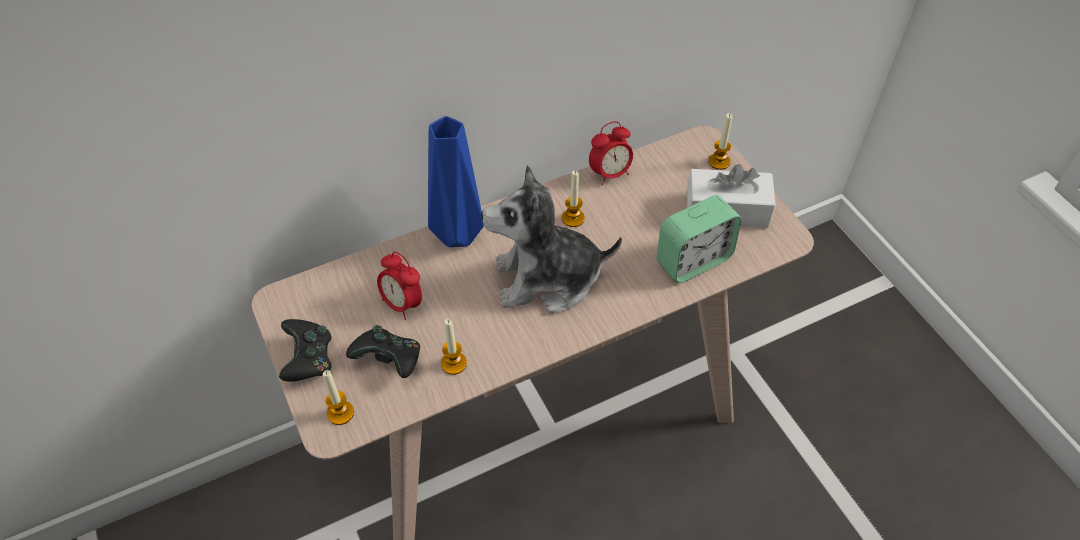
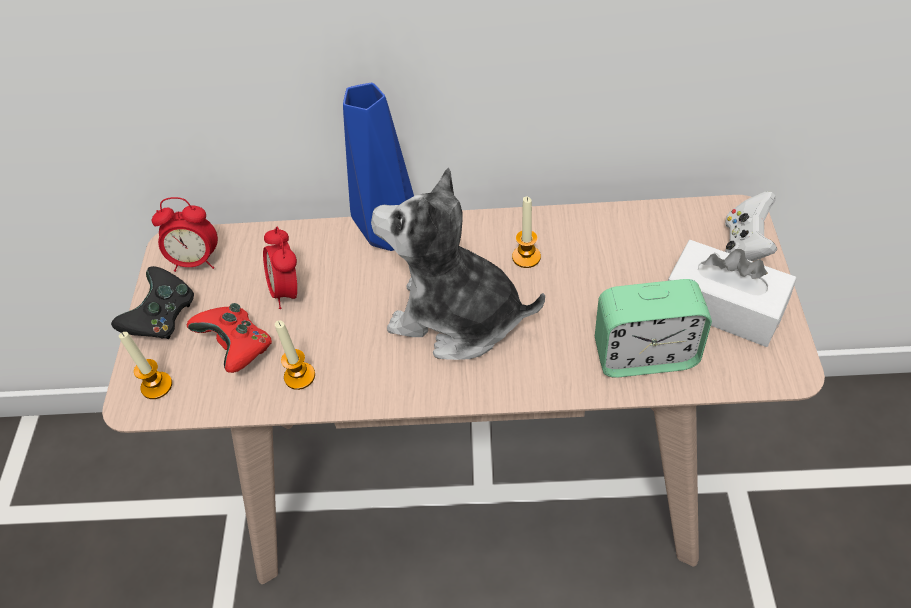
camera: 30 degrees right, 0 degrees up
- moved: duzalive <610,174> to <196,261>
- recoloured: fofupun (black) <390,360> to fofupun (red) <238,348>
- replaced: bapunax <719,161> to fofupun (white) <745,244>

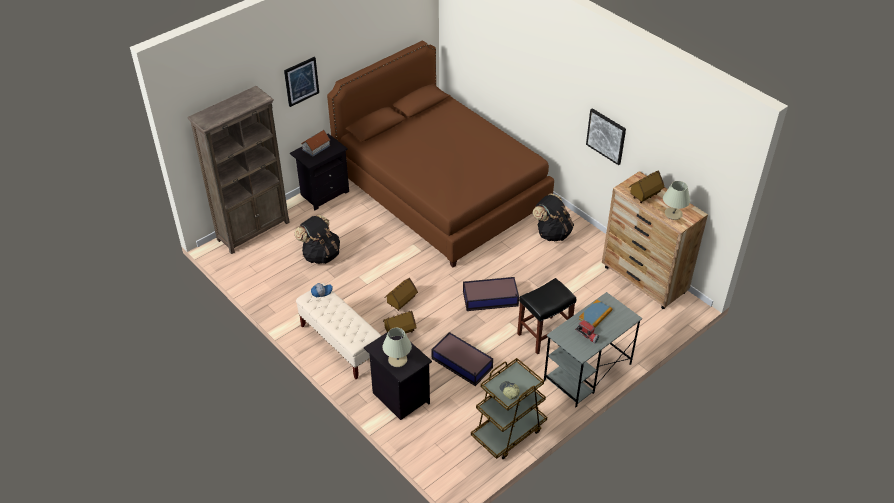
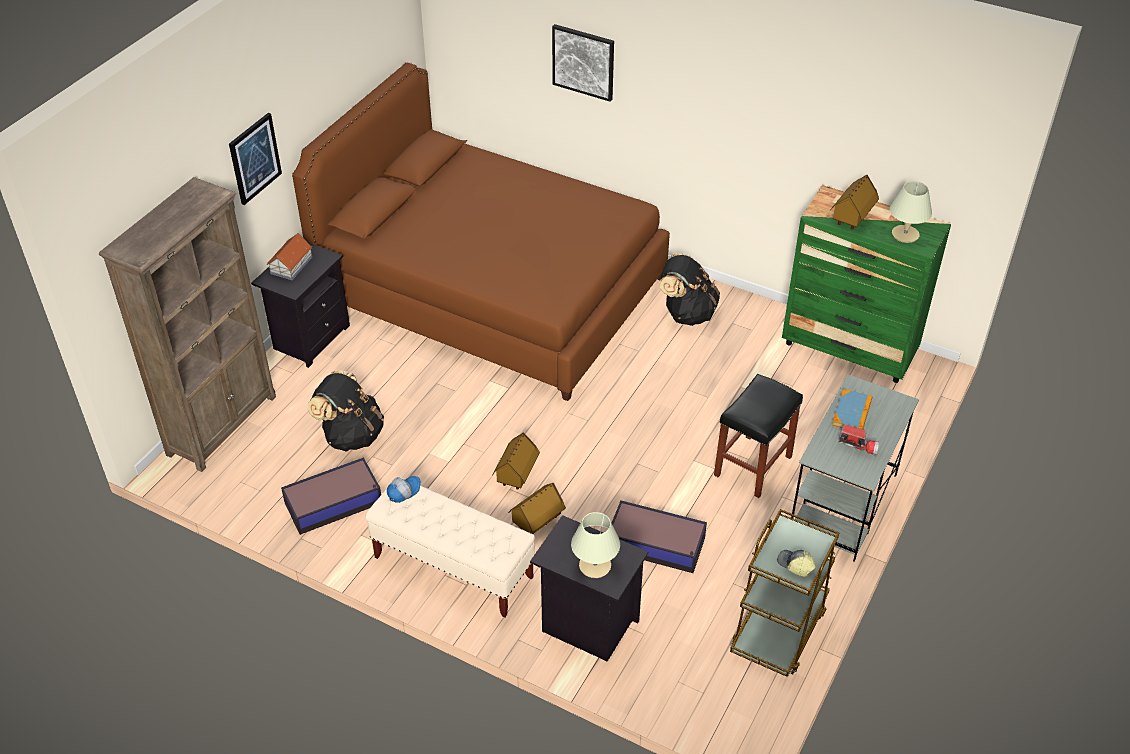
camera: 20 degrees left, 0 degrees up
- moved: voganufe <491,299> to <335,503>
- moved: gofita <606,136> to <583,62>
- recoloured: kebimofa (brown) <644,280> to kebimofa (green) <850,348>

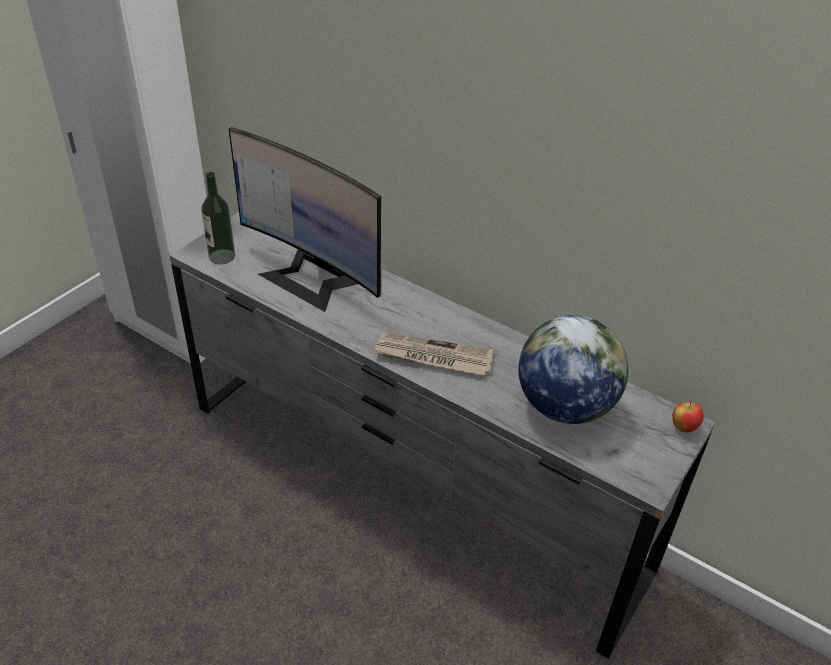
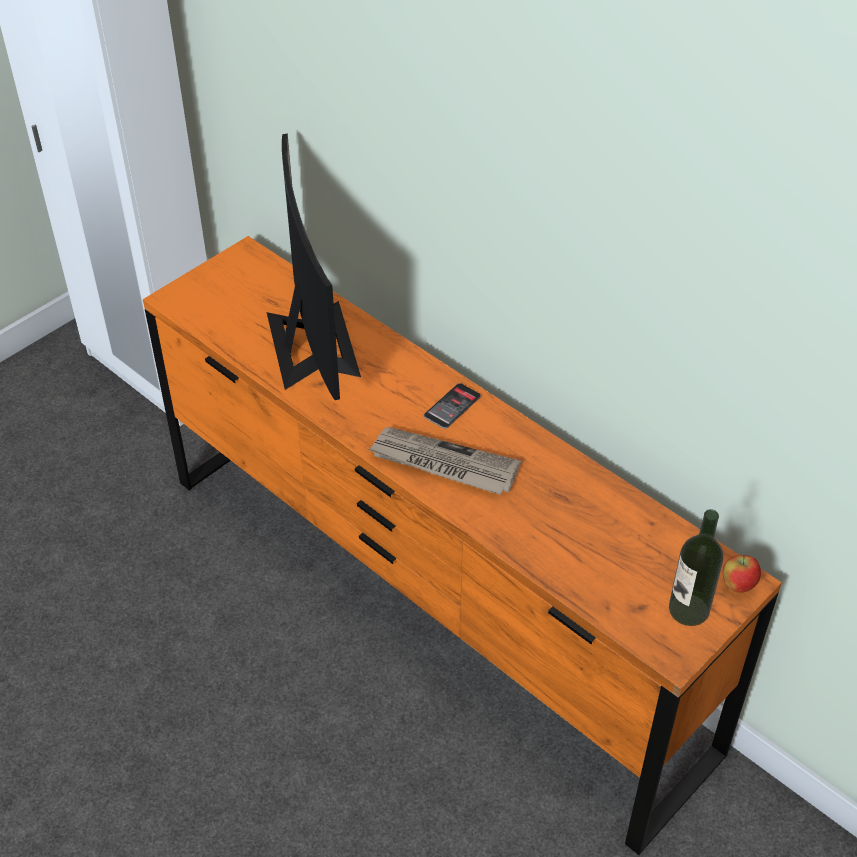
camera: 10 degrees right, 5 degrees up
- recoloured: kebimofa (grey) <409,485> to kebimofa (orange) <429,609>
- turned: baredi <311,278> = <312,343> 150 degrees counterclockwise
- added: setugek <452,406>
- moved: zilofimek <222,256> to <688,609>
- removed: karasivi <564,406>

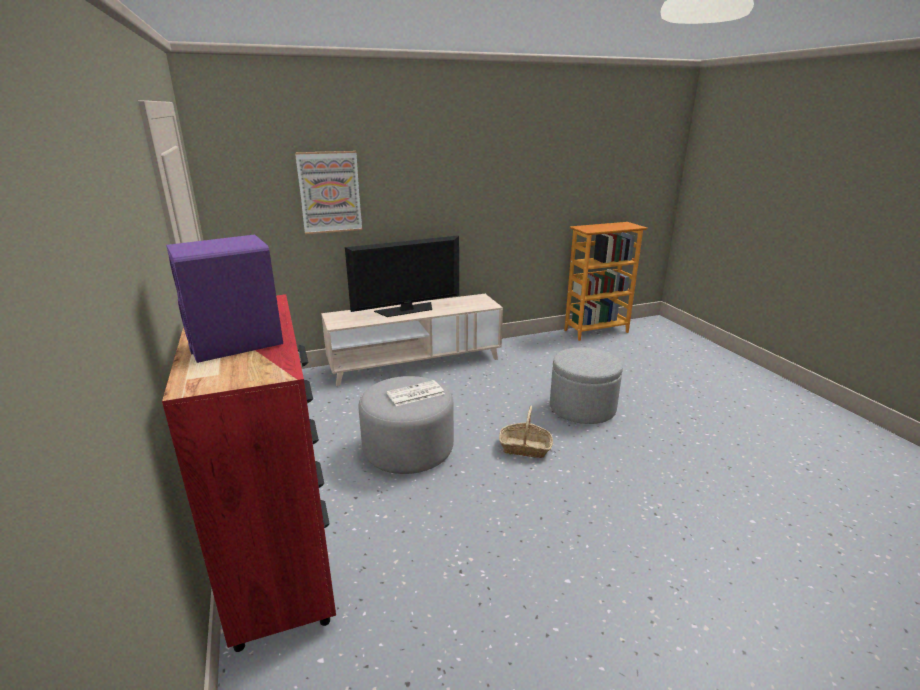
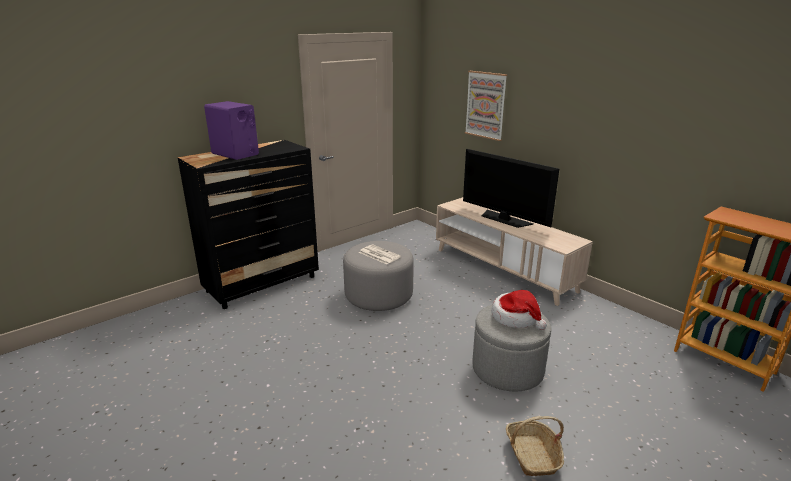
camera: 70 degrees right, 0 degrees up
- recoloured: kebimofa (red) <280,559> to kebimofa (black) <263,284>
- added: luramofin <516,317>
- moved: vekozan <525,447> to <532,455>

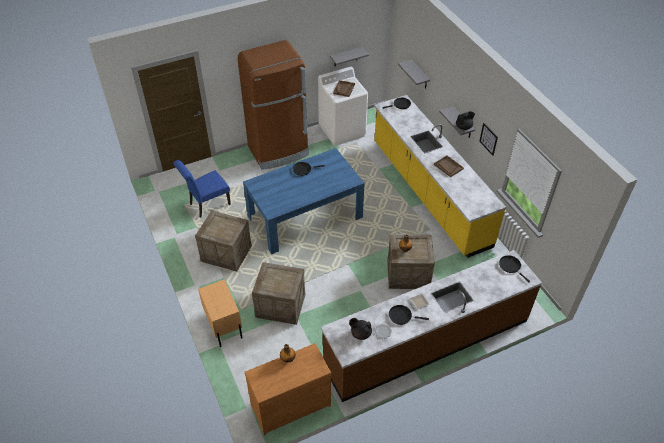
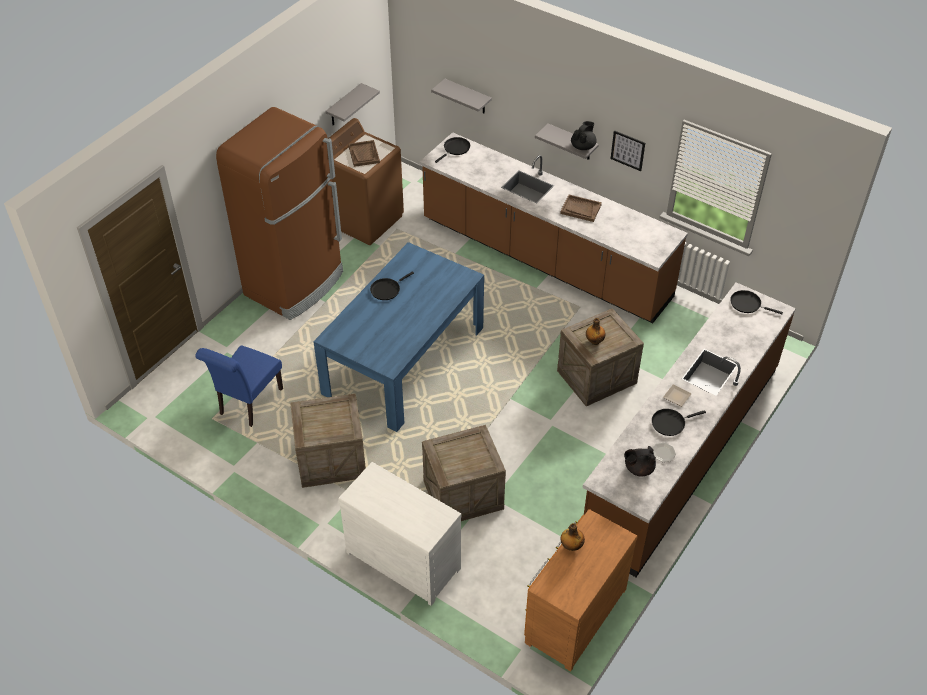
camera: 30 degrees left, 0 degrees up
- recoloured: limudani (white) <342,130> to limudani (brown) <365,219>
- replaced: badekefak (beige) <223,324> to kebimofa (white) <404,557>
- recoloured: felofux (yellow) <429,193> to felofux (brown) <544,259>

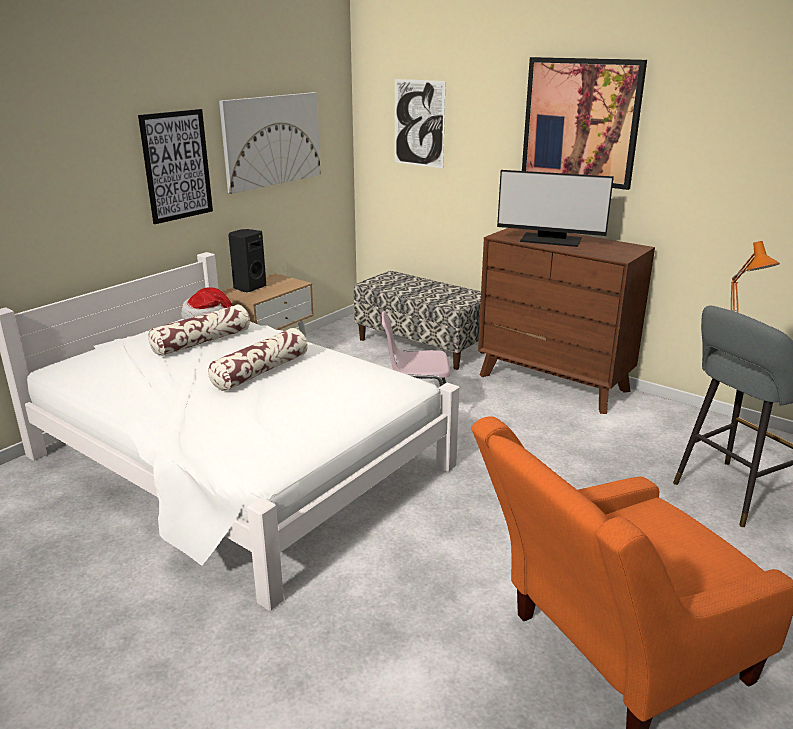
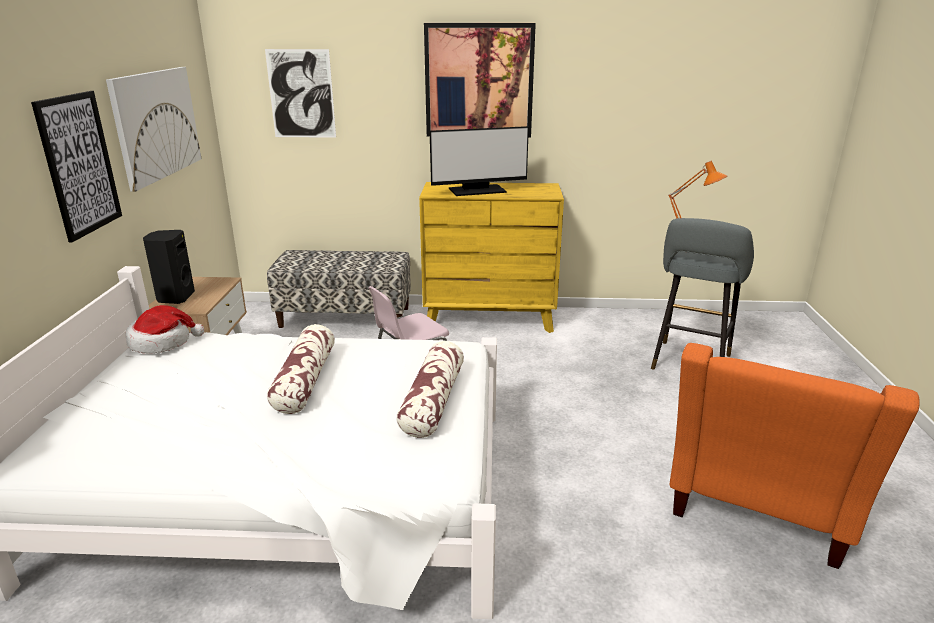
camera: 35 degrees left, 0 degrees up
- moved: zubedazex <202,342> to <433,401>
- recoloured: kebimofa (brown) <553,383> to kebimofa (yellow) <489,318>

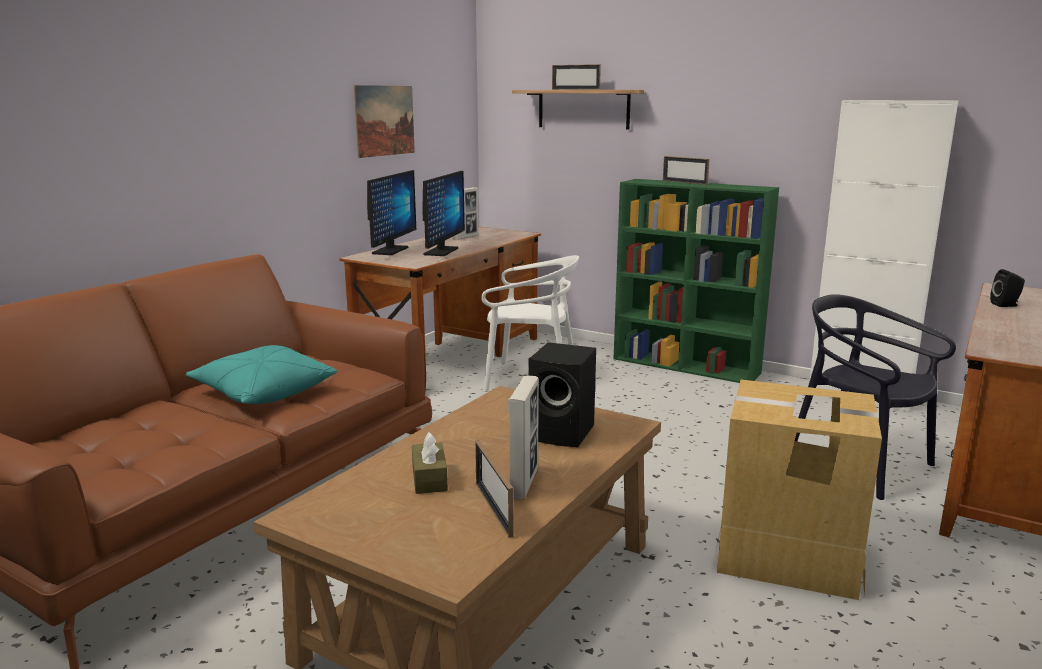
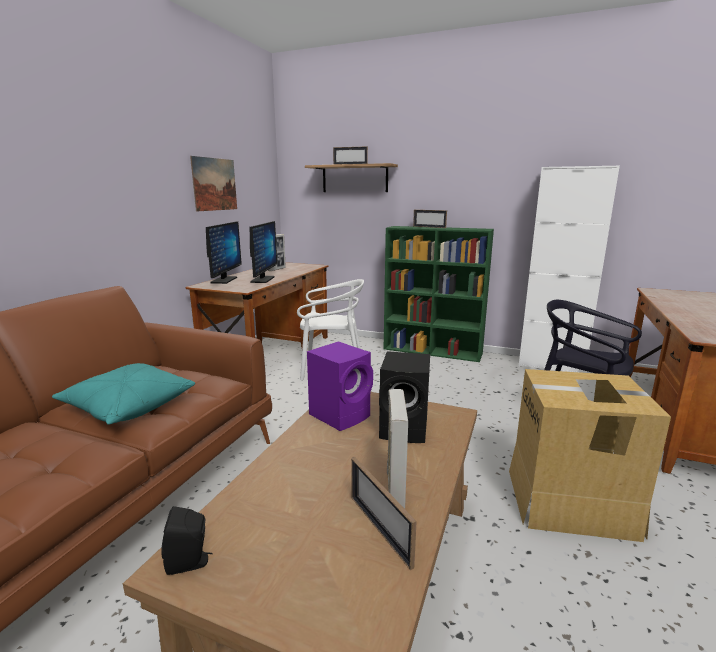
camera: 10 degrees left, 0 degrees up
- moved: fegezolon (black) <1006,305> to <190,563>
- added: fegezolon (purple) <341,415>
- removed: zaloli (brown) <429,479>

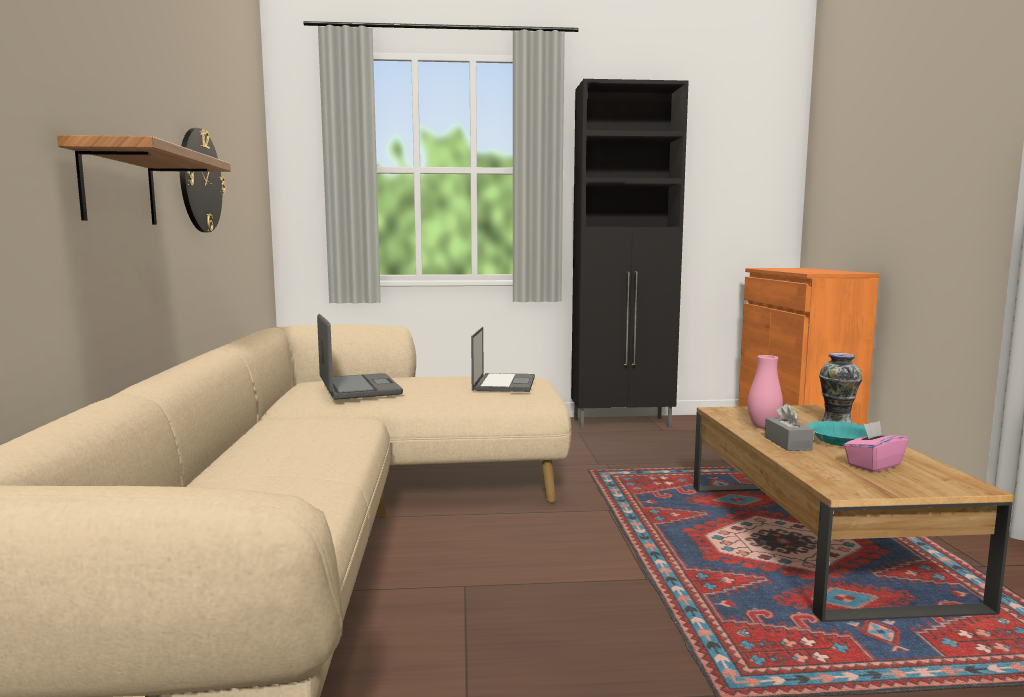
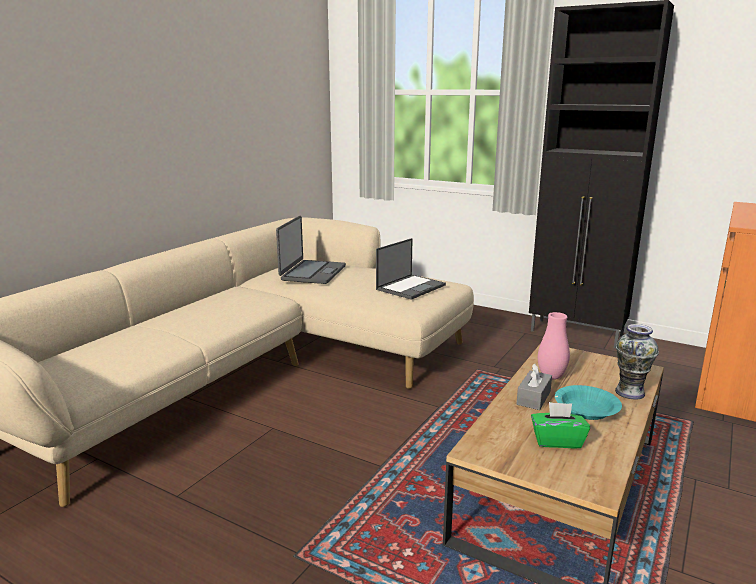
camera: 35 degrees right, 10 degrees up
- recoloured: zaloli (pink) <873,465> to zaloli (green) <557,441>
- removed: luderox <118,187>
- removed: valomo <200,181>

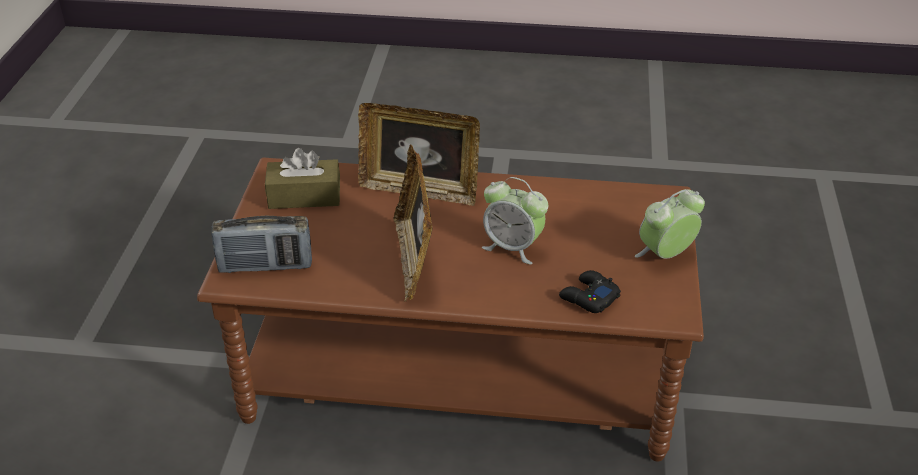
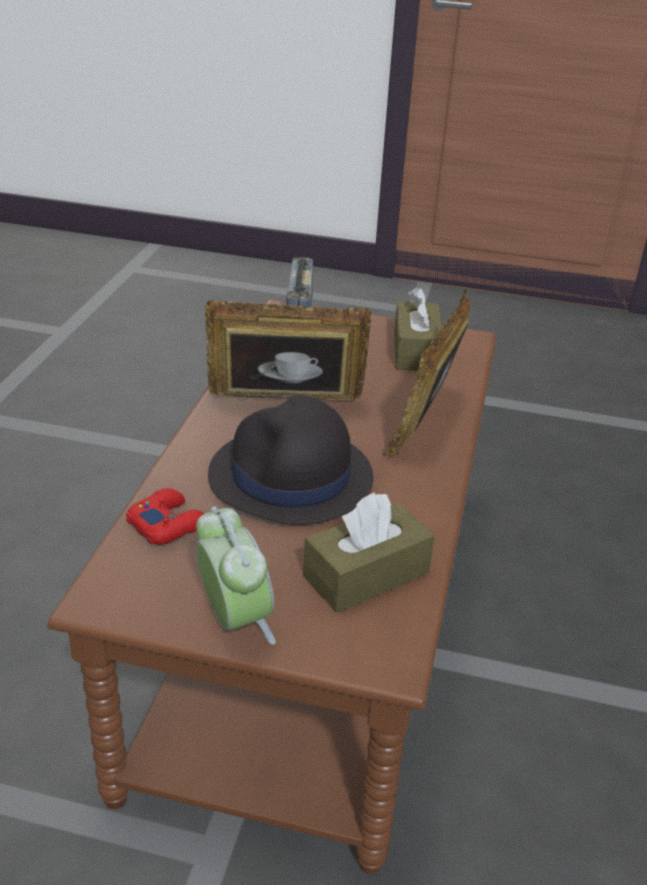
camera: 95 degrees right, 5 degrees down
- recoloured: fofupun (black) <588,297> to fofupun (red) <169,524>
- replaced: duzalive <513,247> to luramofin (black) <290,478>
- added: zaloli (brown) <366,574>

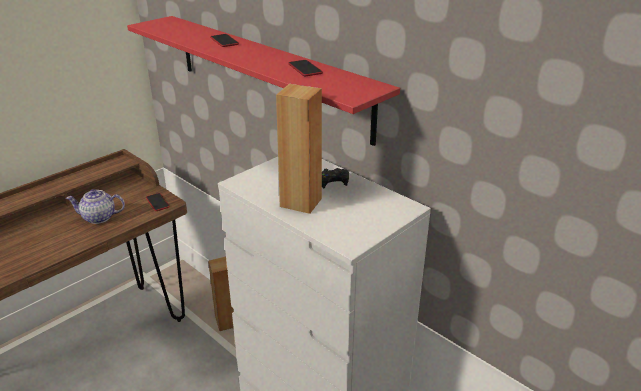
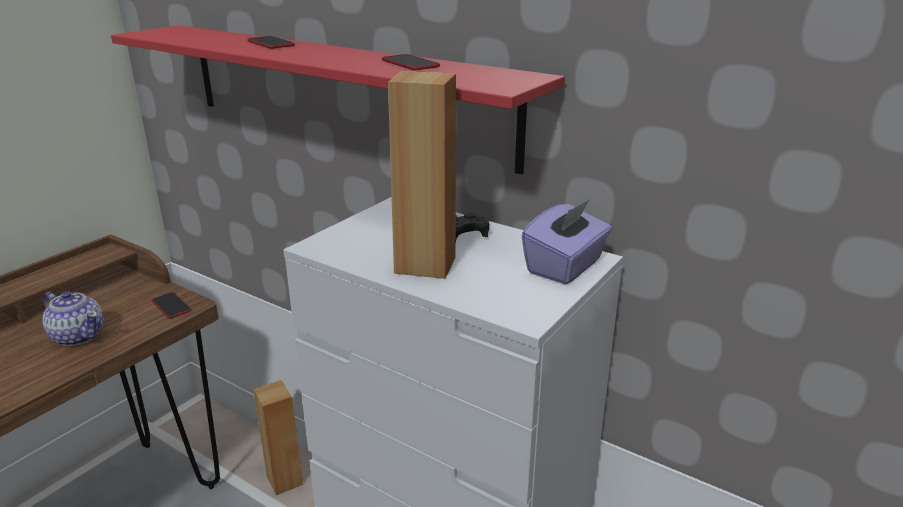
camera: 10 degrees left, 5 degrees down
- turned: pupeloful <99,218> = <78,336> 135 degrees counterclockwise
- added: zaloli (purple) <565,267>

